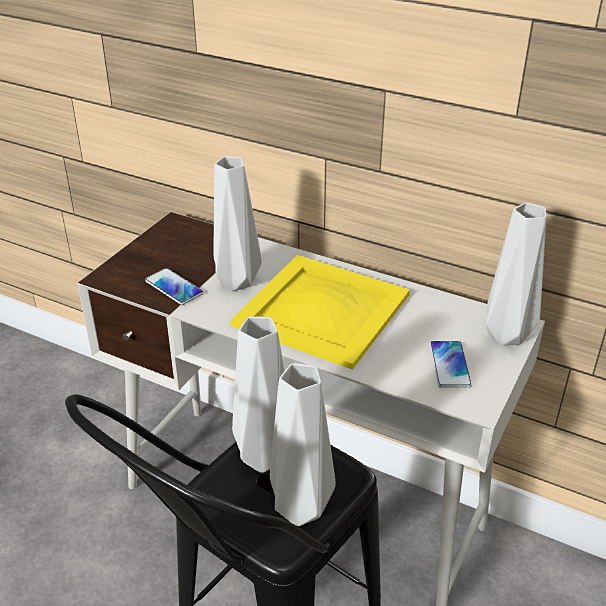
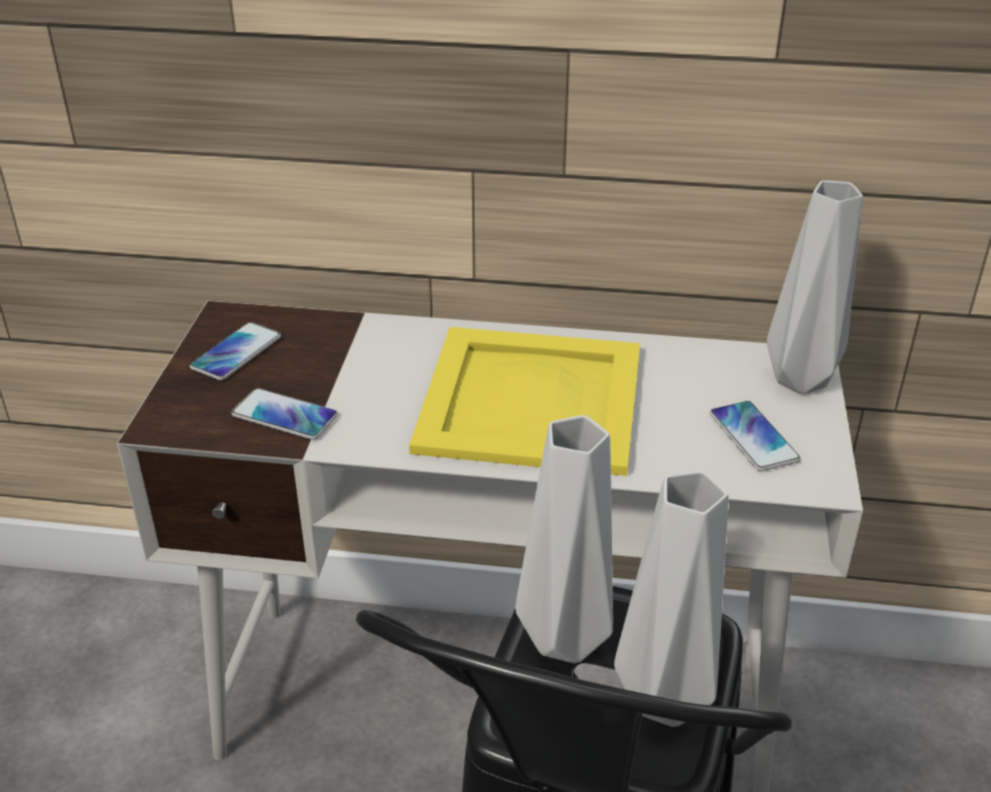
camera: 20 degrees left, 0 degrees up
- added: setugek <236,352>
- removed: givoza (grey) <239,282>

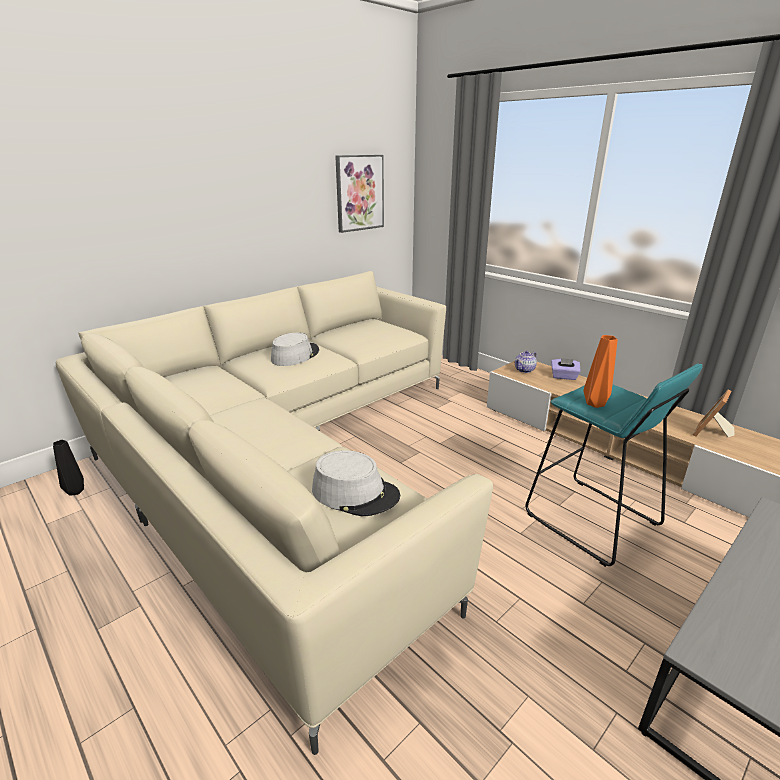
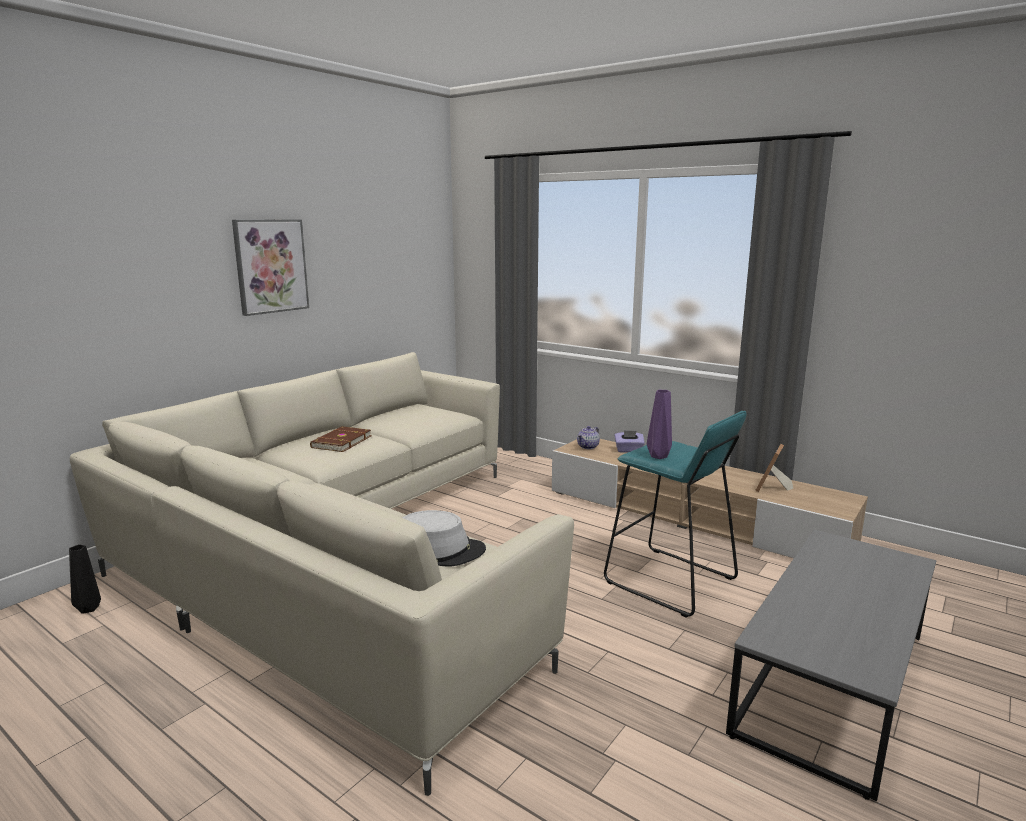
camera: 10 degrees left, 10 degrees down
- moved: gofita <359,193> to <271,266>
- replaced: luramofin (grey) <295,355> to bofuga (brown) <340,442>
- recoloured: givoza (orange) <596,404> to givoza (purple) <659,457>

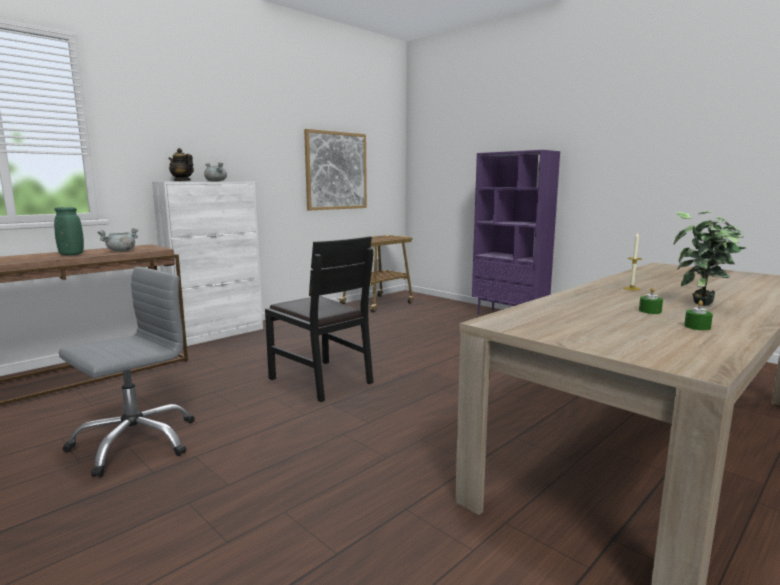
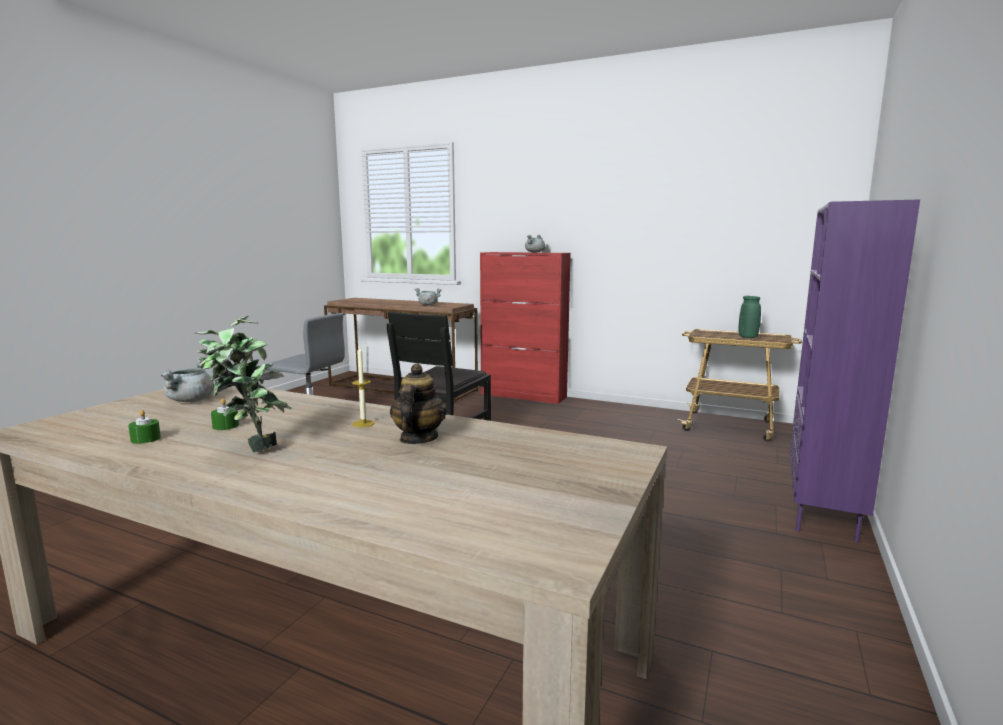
camera: 70 degrees right, 0 degrees up
- added: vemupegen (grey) <190,401>
- moved: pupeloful <182,181> to <418,439>
- recoloured: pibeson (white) <217,334> to pibeson (red) <524,395>
- moved: givoza (green) <71,254> to <748,337>
- removed: gofita <336,171>

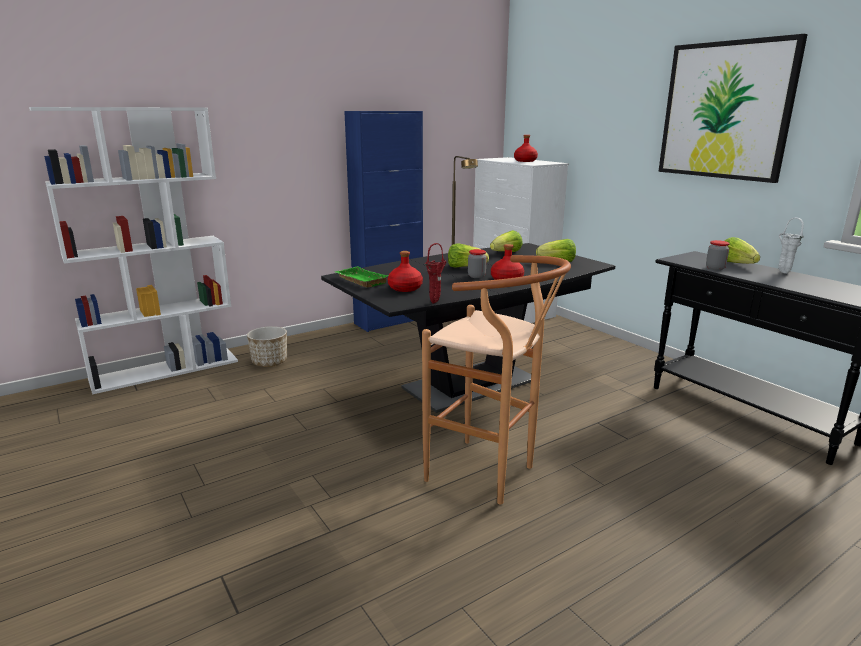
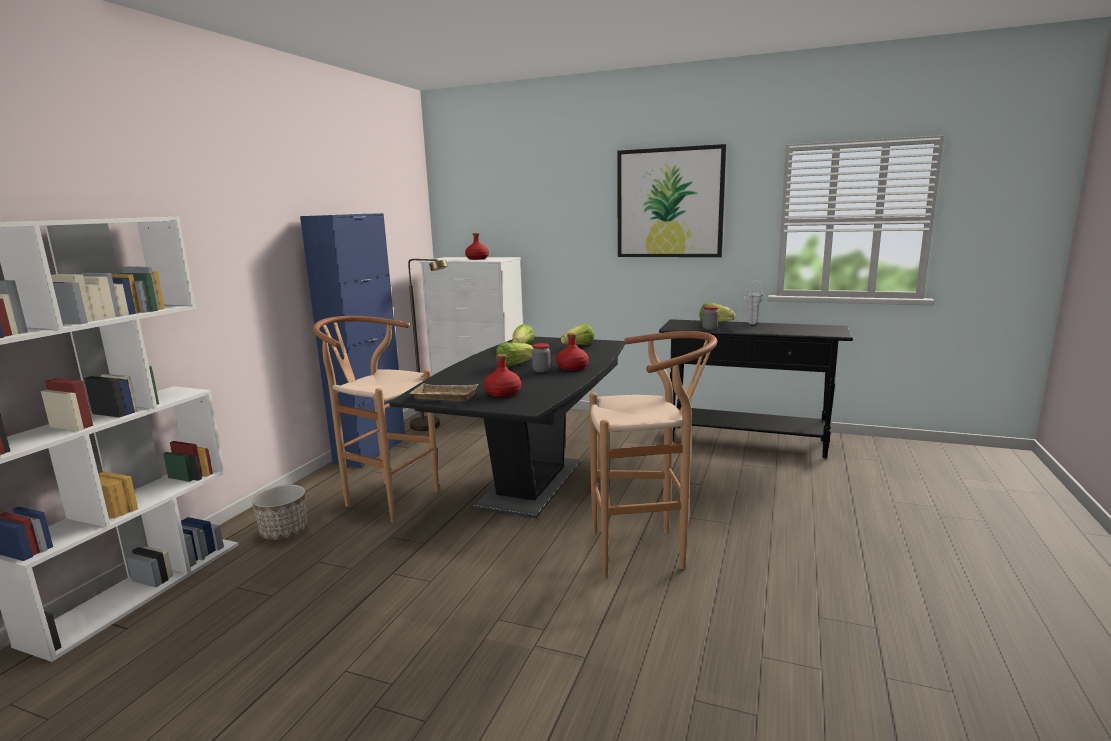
camera: 35 degrees left, 5 degrees down
- added: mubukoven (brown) <384,498>
- recoloured: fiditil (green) <359,281> to fiditil (beige) <443,397>
- removed: givoza (red) <435,302>

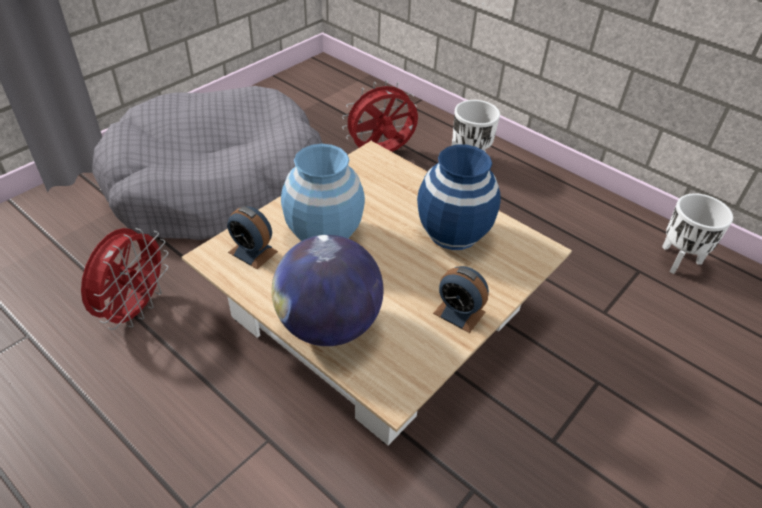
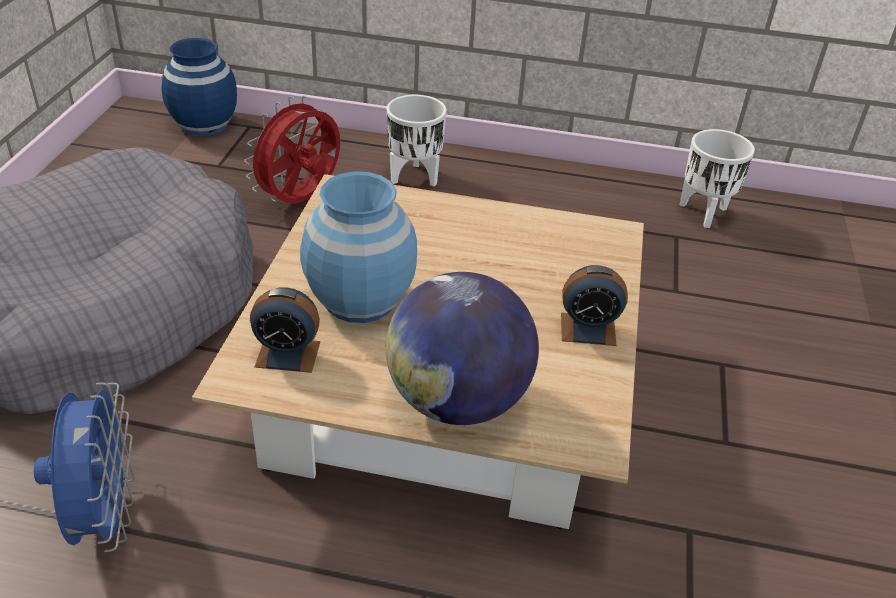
camera: 30 degrees left, 5 degrees down
- recoloured: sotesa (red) <135,309> to sotesa (blue) <105,517>
- moved: givoza (blue) <453,233> to <204,124>

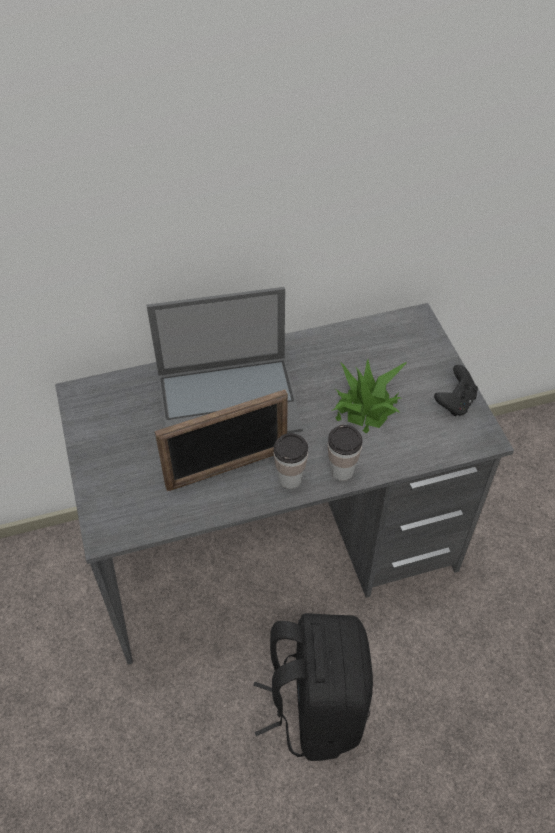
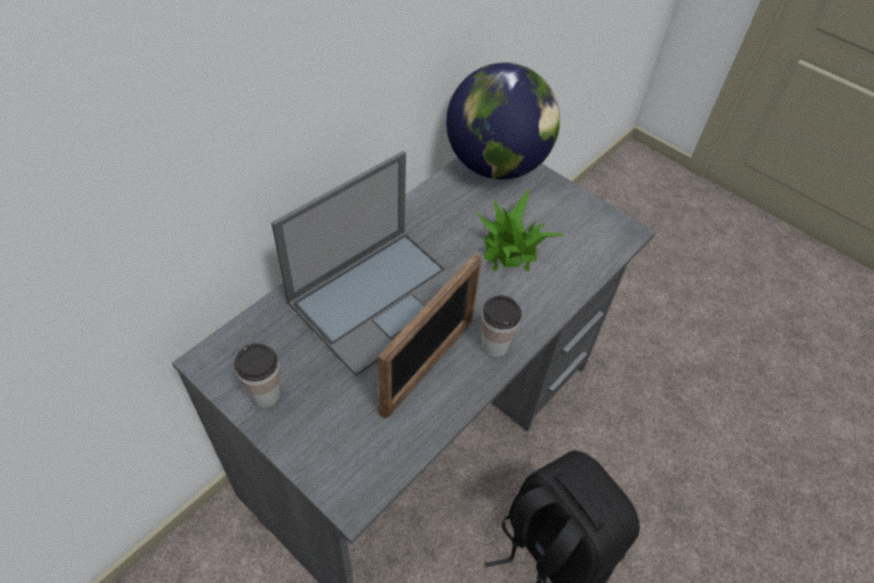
camera: 35 degrees left, 0 degrees up
- moved: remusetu <341,470> to <265,394>
- added: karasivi <496,165>
- removed: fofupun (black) <455,402>

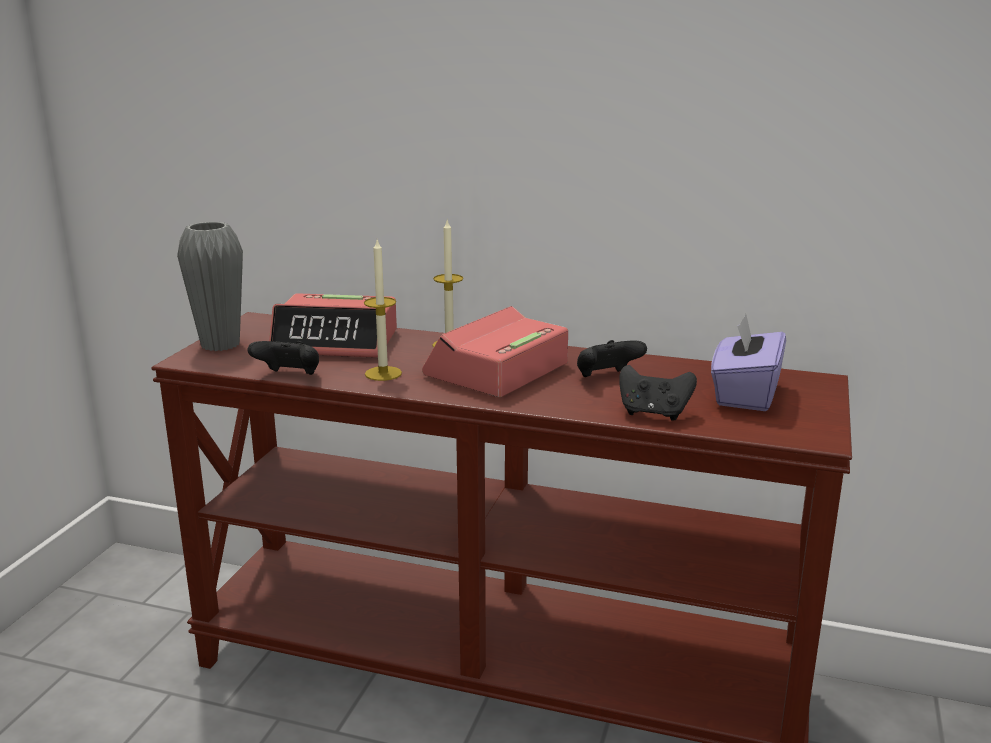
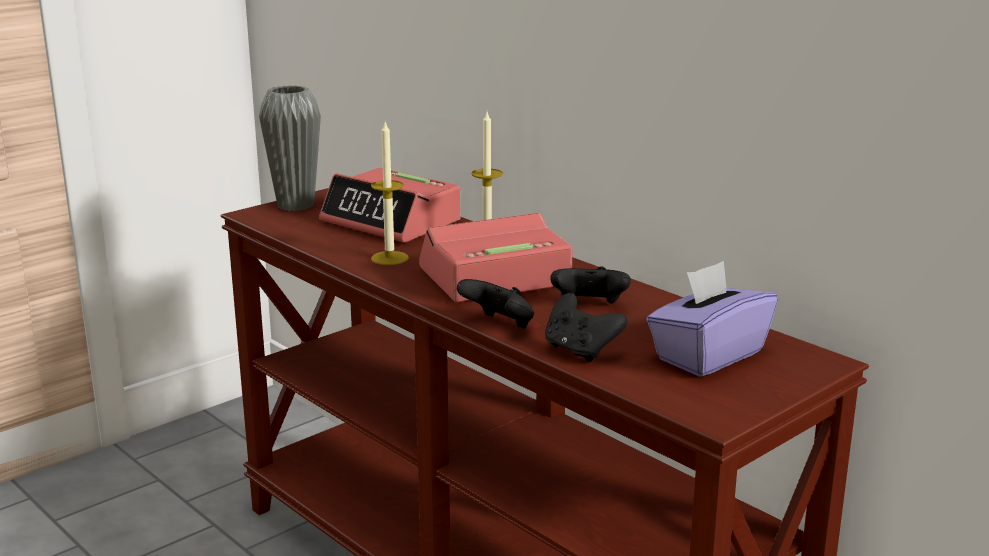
camera: 30 degrees right, 0 degrees up
- moved: fofupun (black) <289,376> to <499,325>

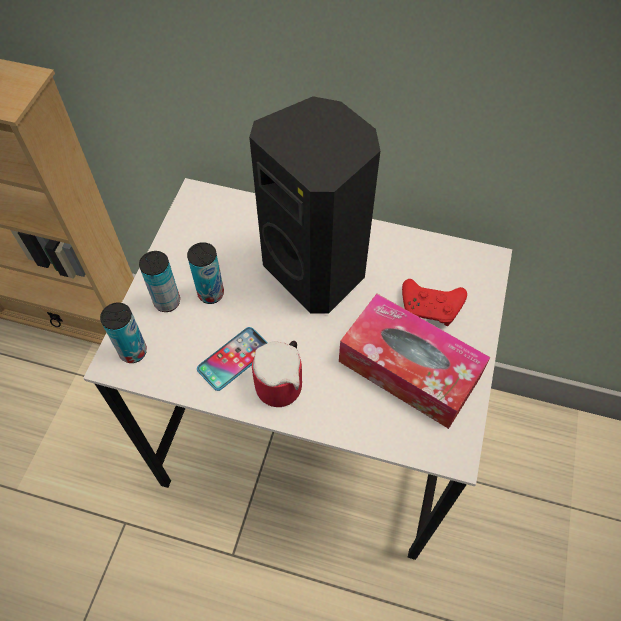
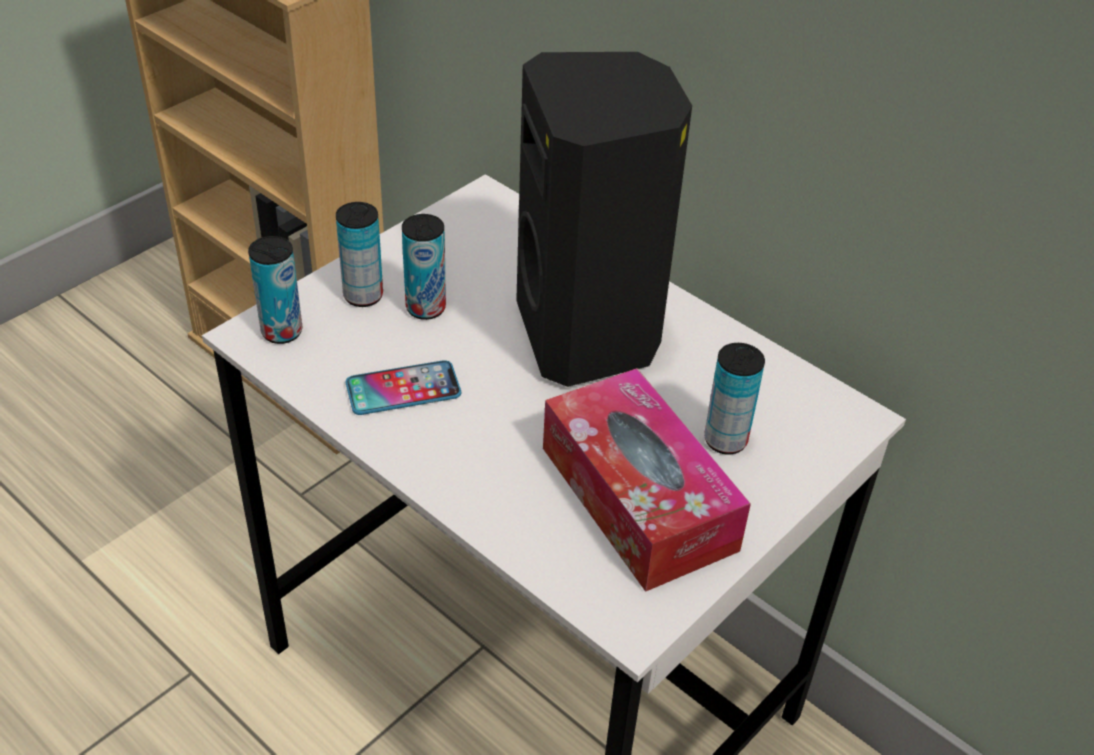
camera: 25 degrees right, 15 degrees down
- replaced: fofupun (red) <431,307> to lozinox <725,440>
- removed: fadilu <284,382>

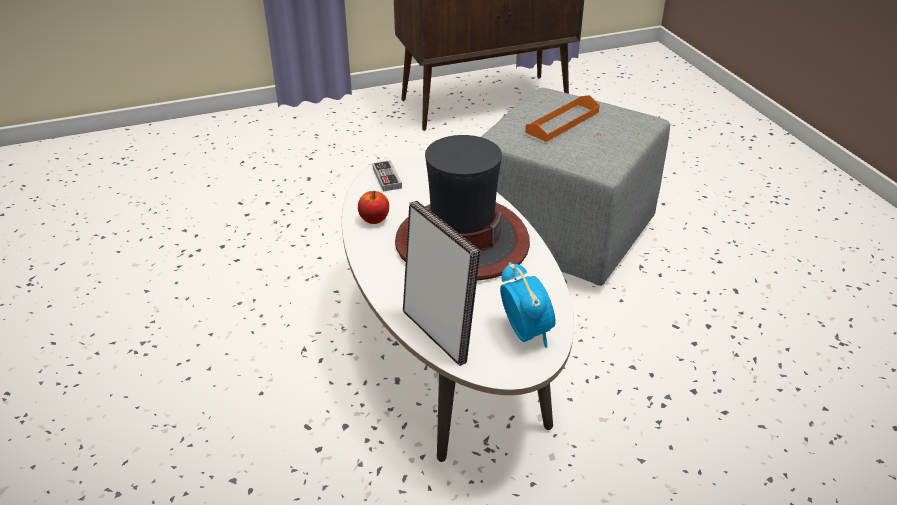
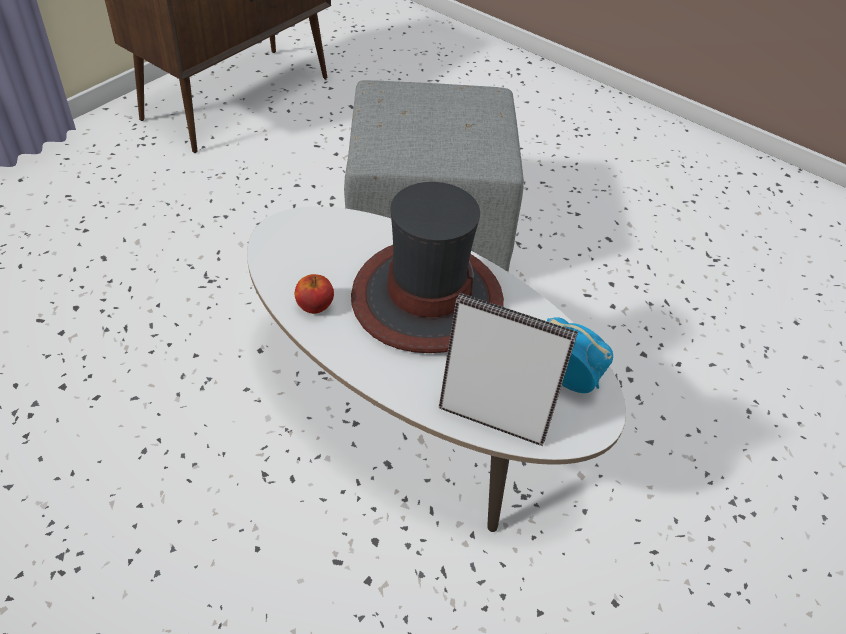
camera: 35 degrees left, 10 degrees up
- removed: fofupun <387,178>
- removed: fiditil (orange) <562,122>

